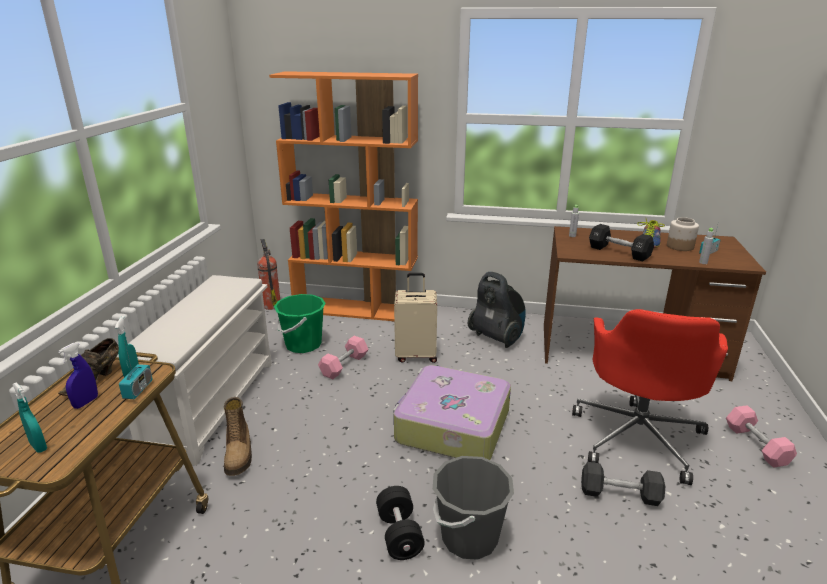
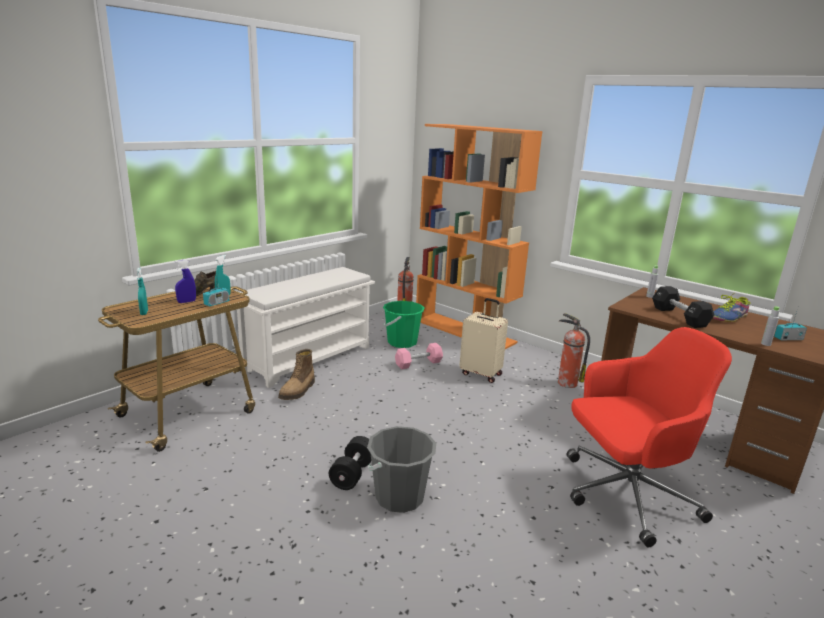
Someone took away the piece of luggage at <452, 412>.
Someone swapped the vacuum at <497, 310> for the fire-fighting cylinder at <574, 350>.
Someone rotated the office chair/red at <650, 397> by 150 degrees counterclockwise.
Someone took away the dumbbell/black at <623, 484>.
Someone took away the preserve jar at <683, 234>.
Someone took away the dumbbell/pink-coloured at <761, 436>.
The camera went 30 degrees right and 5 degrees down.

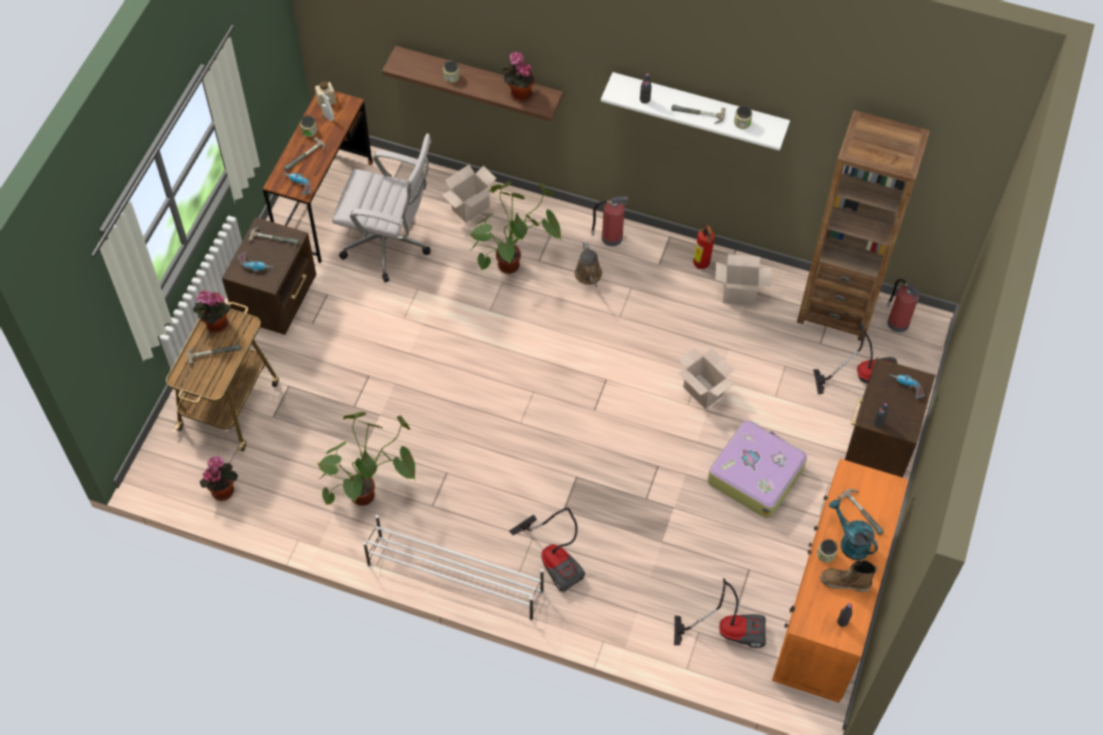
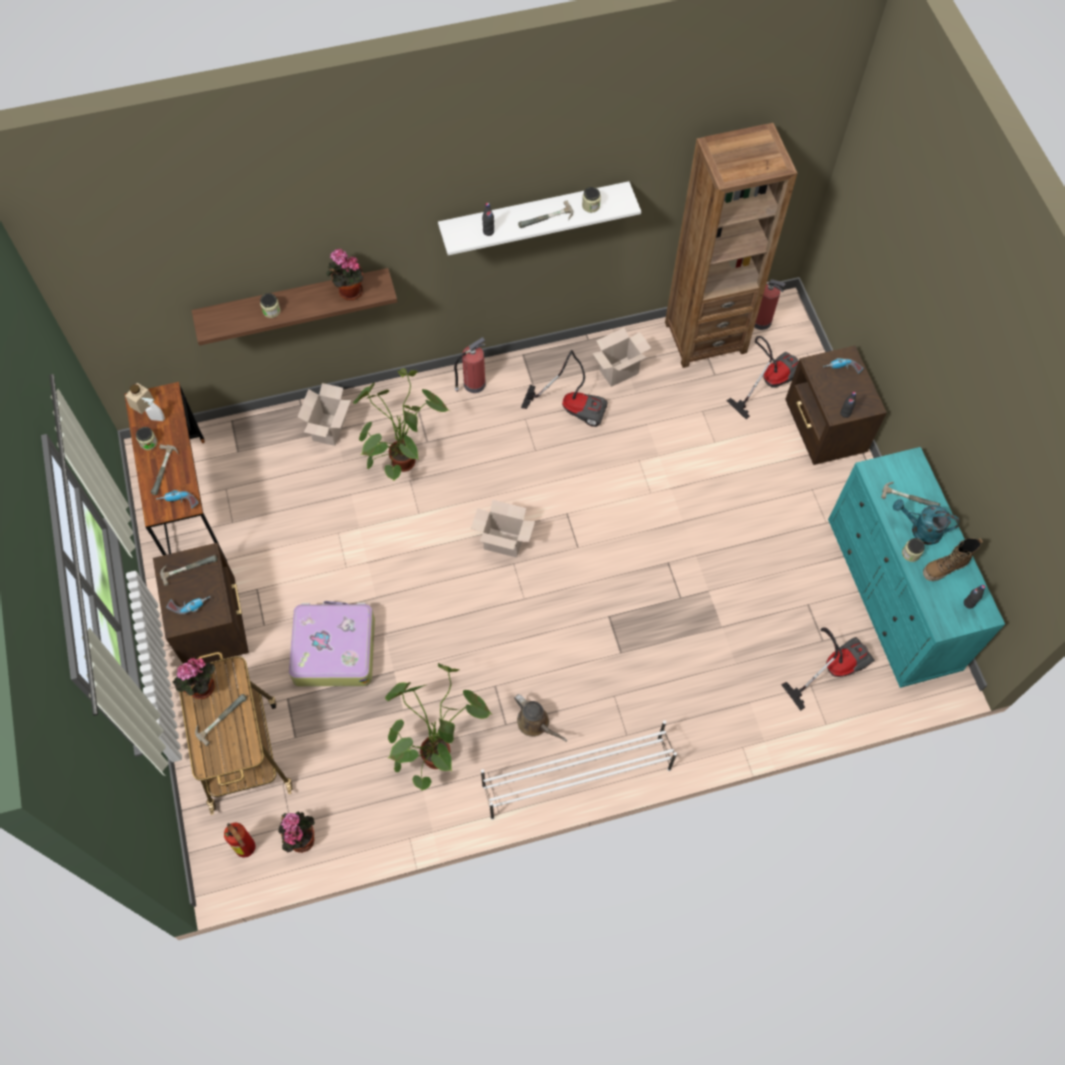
Someone took away the office chair/whitish at <381, 207>.
Someone carried the vacuum from <547, 550> to <564, 388>.
Someone carried the watering can/brown from <588, 264> to <541, 718>.
Someone carried the packing box from <706, 378> to <503, 529>.
Someone carried the fire-fighting cylinder from <705, 246> to <239, 840>.
Someone carried the piece of luggage from <757, 469> to <332, 643>.
Someone repainted the chest of drawers/orange-coloured at <840, 581>, which became the chest of drawers/turquoise at <916, 567>.
The camera went 35 degrees left and 5 degrees up.

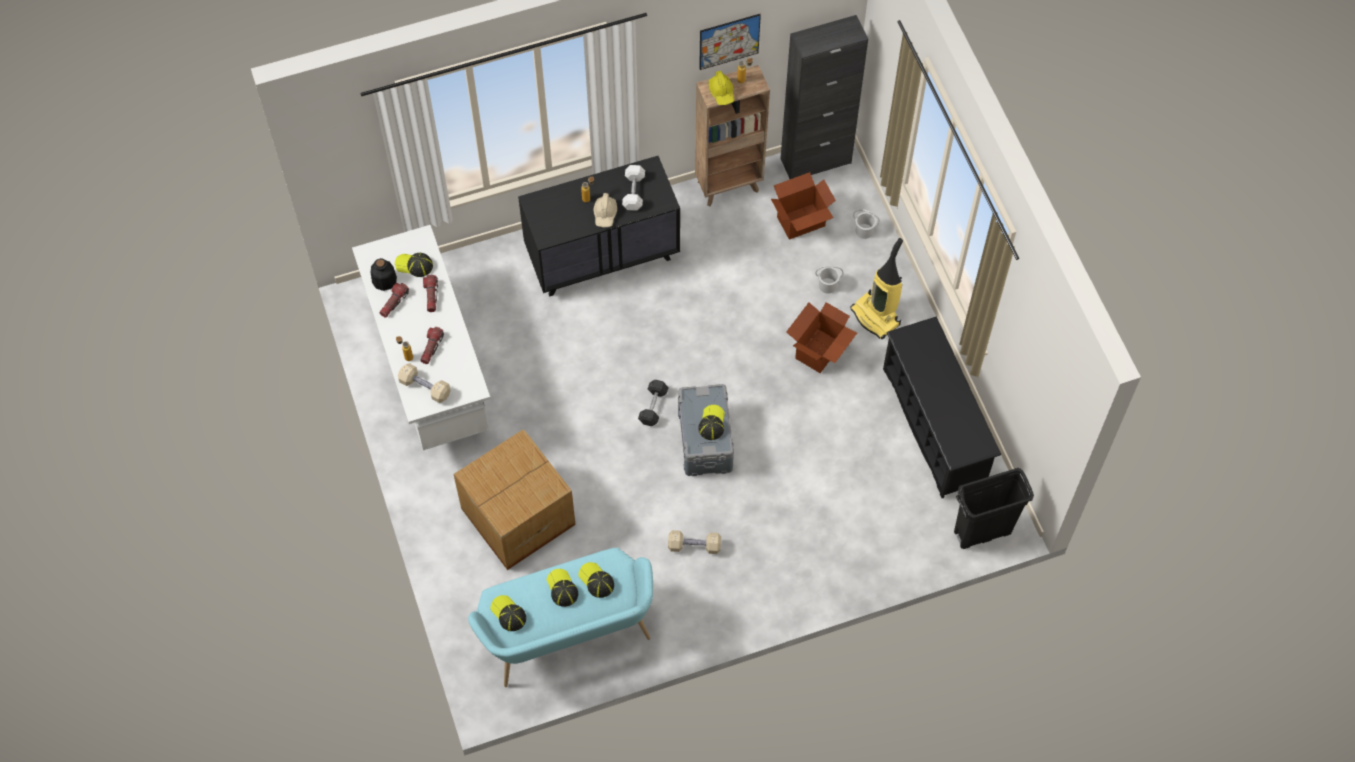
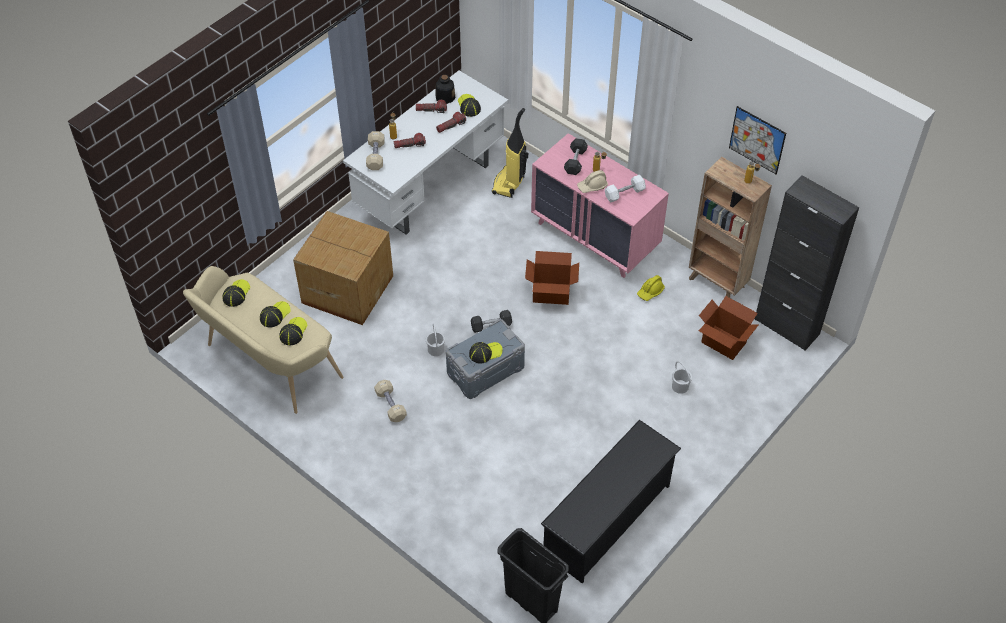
Someone repainted the indoor bench/turquoise at <560, 617>, which became the indoor bench/sand-coloured at <263, 340>.
Someone repainted the chest of drawers/black at <599, 226>, which became the chest of drawers/pink-coloured at <600, 205>.
Someone carried the safety helmet/yellow-coloured from <721, 88> to <651, 288>.
Someone carried the packing box from <821, 337> to <552, 278>.
Someone carried the vacuum from <876, 288> to <510, 153>.
Someone carried the bucket/whitish from <866, 224> to <435, 339>.
Someone put down the dumbbell/gray at <576, 156>.
The camera went 60 degrees right and 10 degrees down.

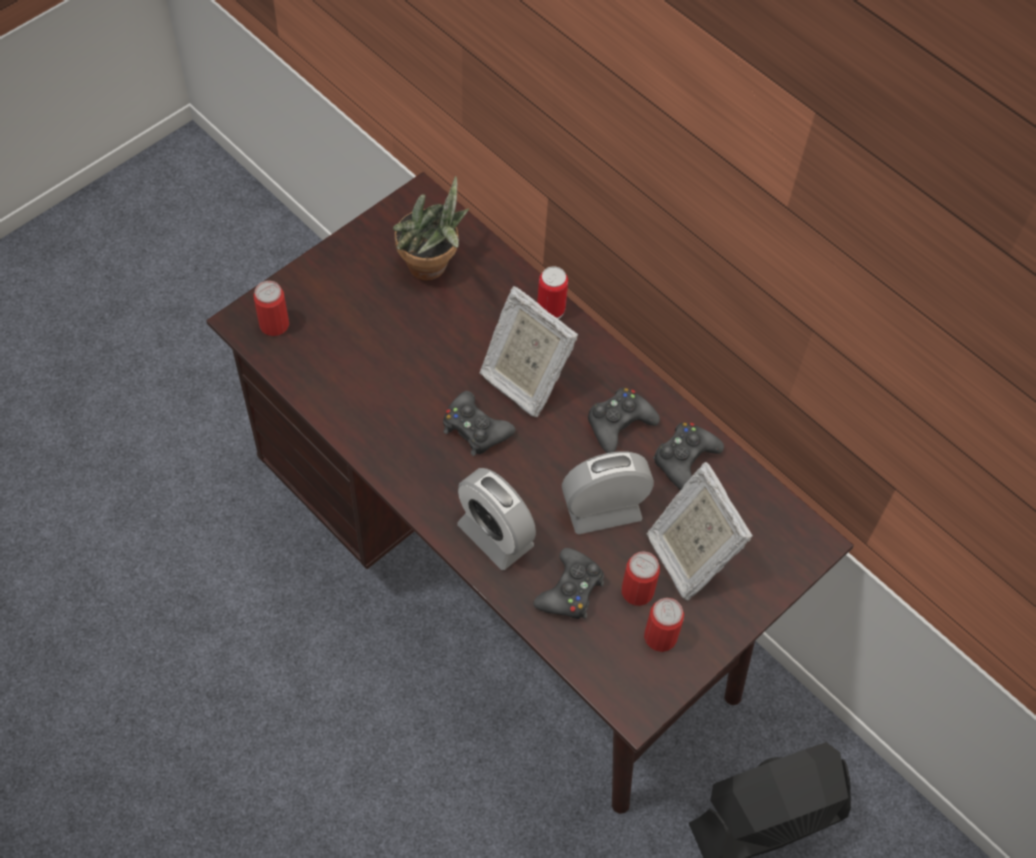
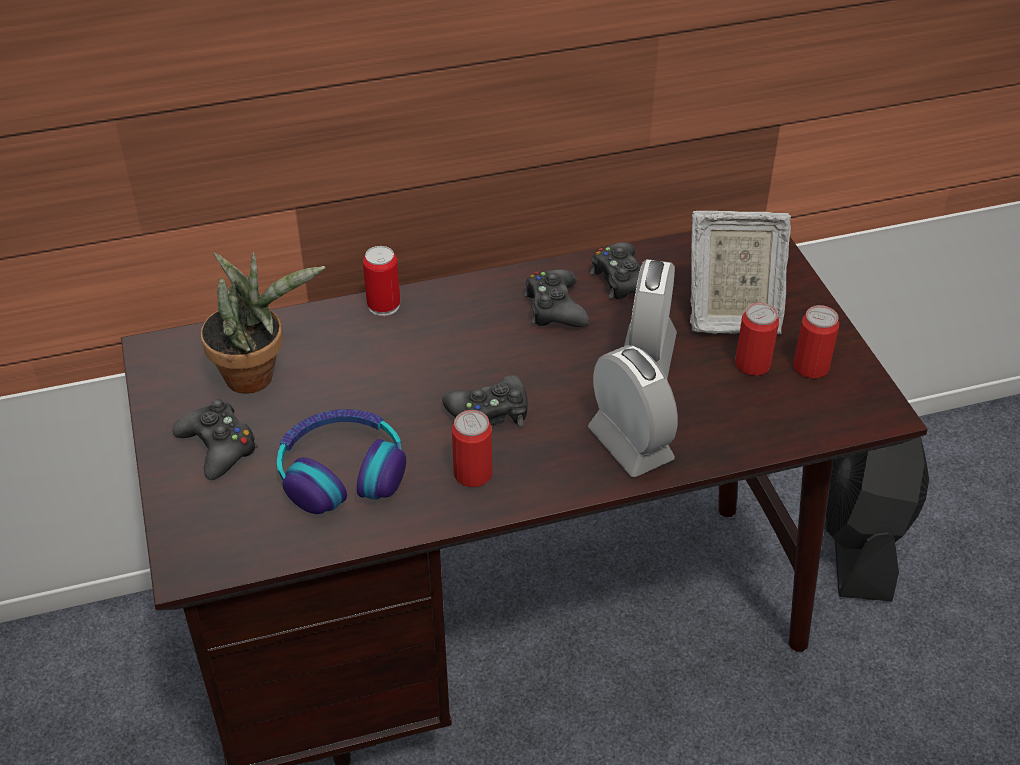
Someone carried the metal can from <271, 308> to <472, 448>.
Someone rotated the table clock at <496, 519> by 105 degrees counterclockwise.
Someone took away the photo frame at <529, 351>.
Someone carried the joypad/black from <568, 583> to <215, 439>.
Someone put down the pair of headphones at <341, 461>.
The camera went 60 degrees left and 15 degrees down.

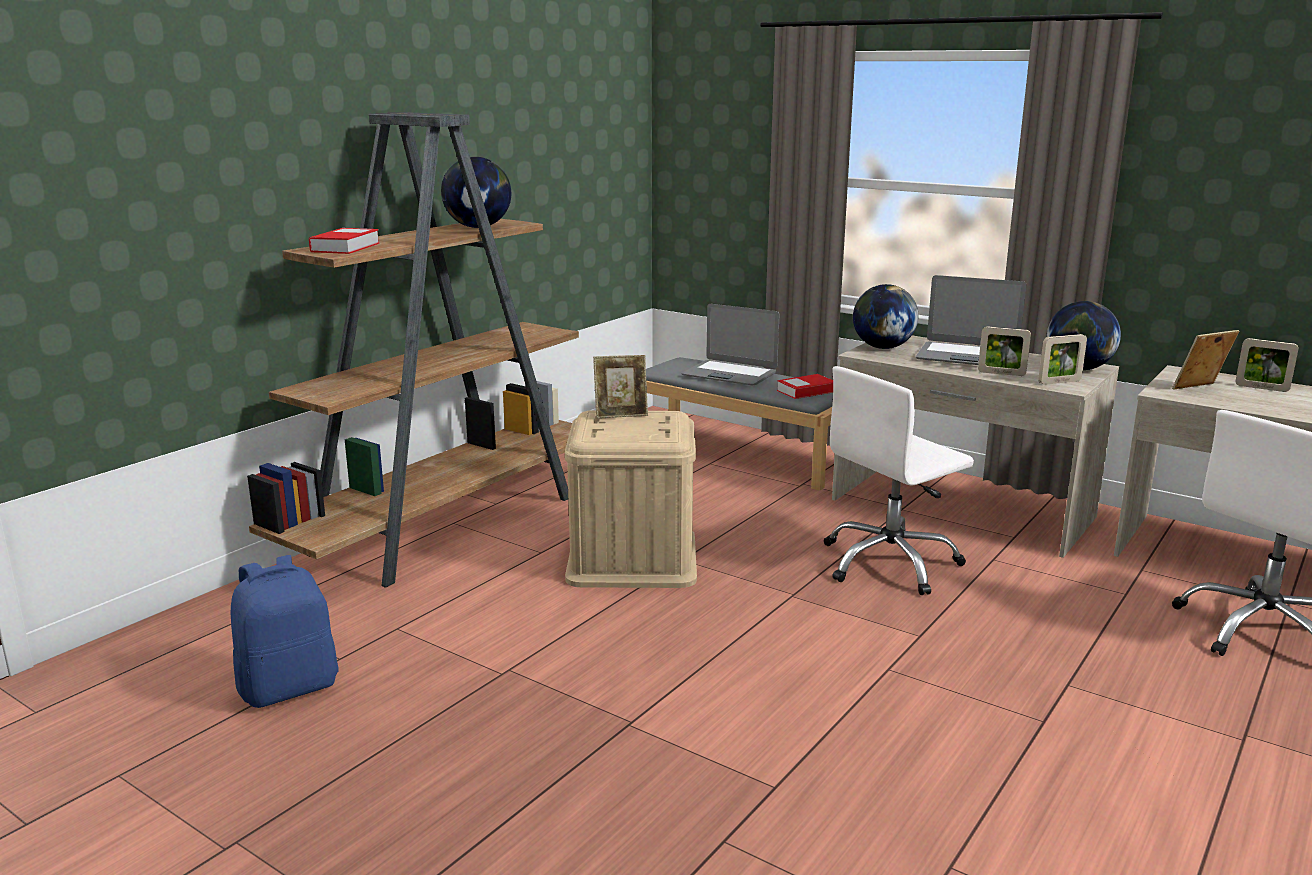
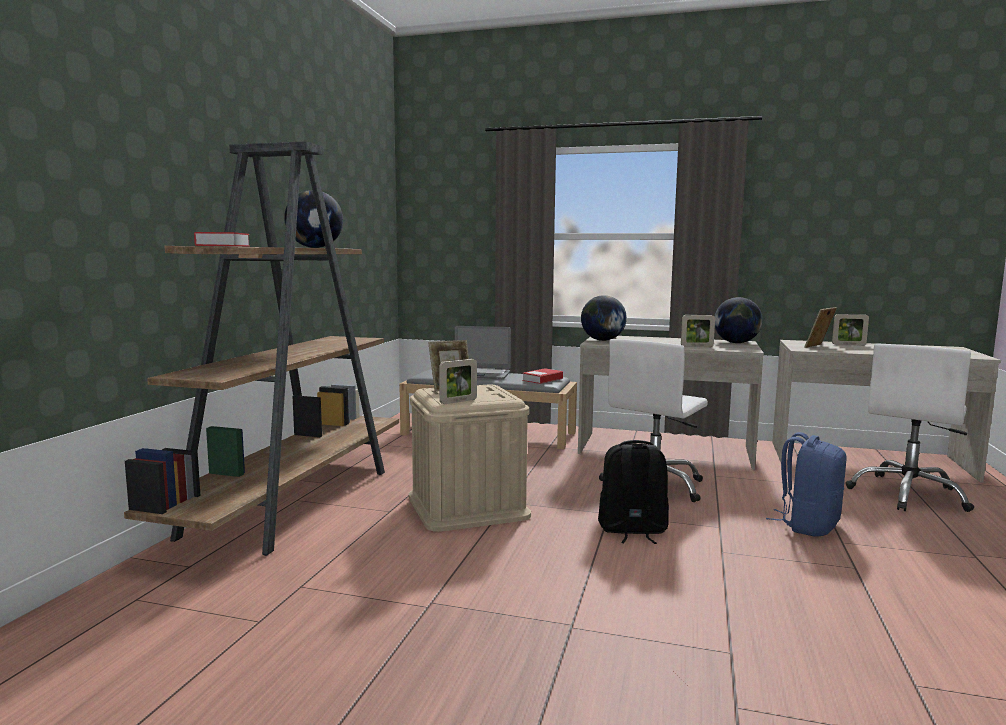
Someone carried the knapsack/blue from <285, 631> to <806, 484>.
Someone took away the portable computer at <971, 320>.
Someone carried the photo frame from <1062, 359> to <458, 381>.
Someone put down the knapsack/black at <633, 492>.
The camera went 20 degrees left and 10 degrees down.

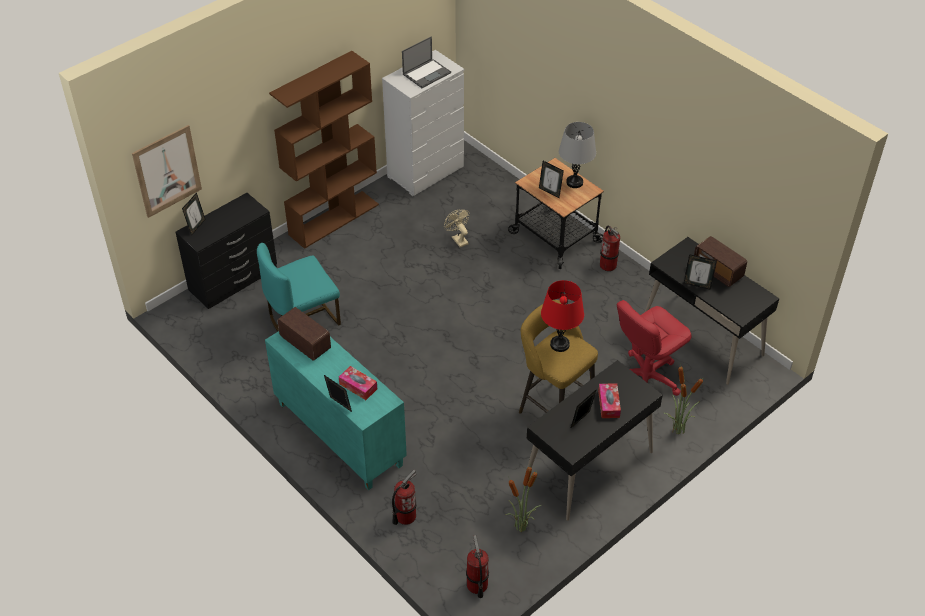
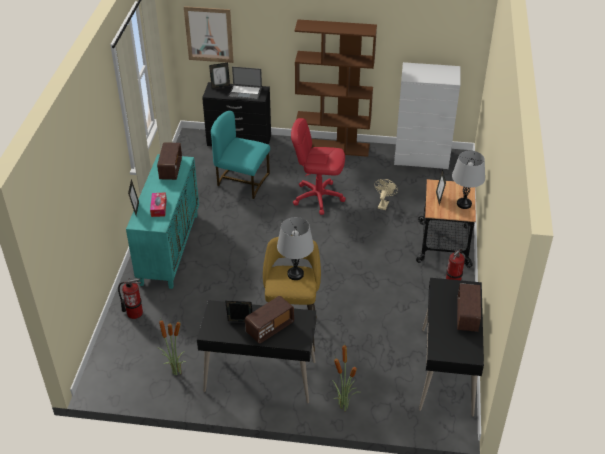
Someone carried the portable computer from <426, 62> to <245, 83>.
Someone took away the fire-fighting cylinder at <477, 566>.
Someone repainted the tabletop lamp/red at <562, 316>, which became the tabletop lamp/gray at <295, 248>.
Someone swapped the box of tissues at <609, 400> for the radio at <269, 320>.
Someone carried the office chair/red from <654, 348> to <318, 166>.
Someone took away the photo frame at <700, 272>.
The camera went 50 degrees right and 5 degrees down.

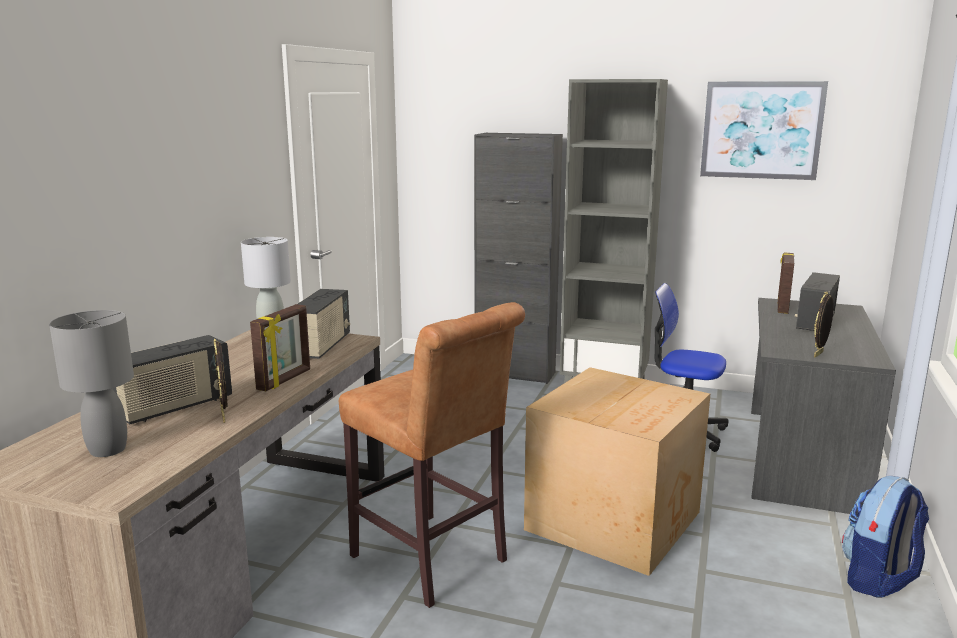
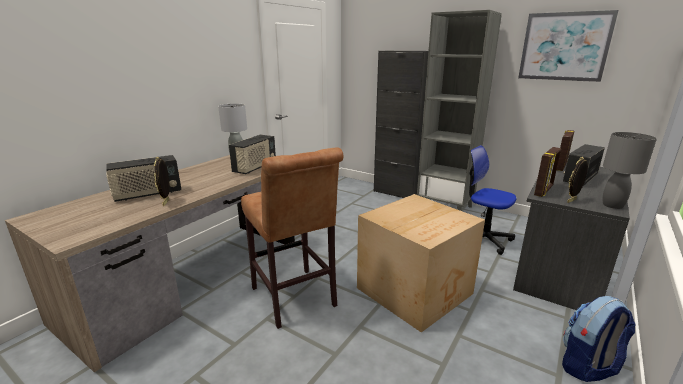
Someone carried the tabletop lamp/gray from <91, 383> to <630, 170>.
Someone carried the photo frame from <280, 347> to <547, 172>.
The camera went 15 degrees right and 5 degrees up.

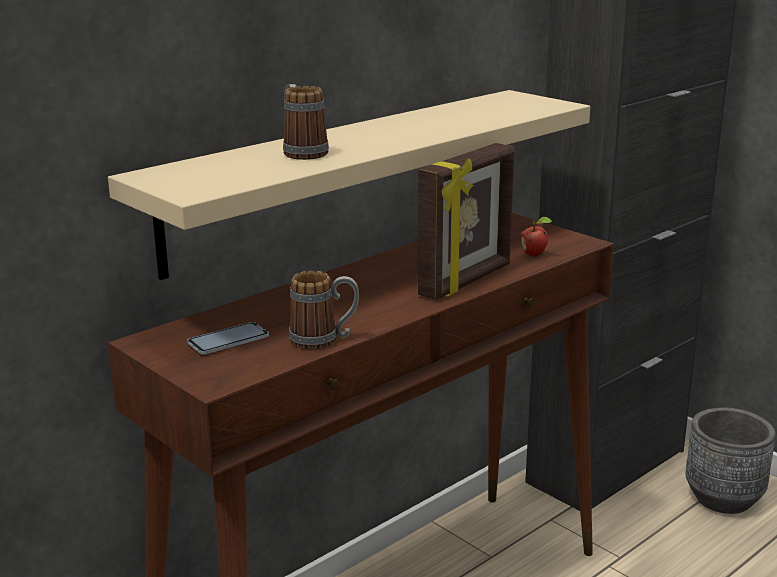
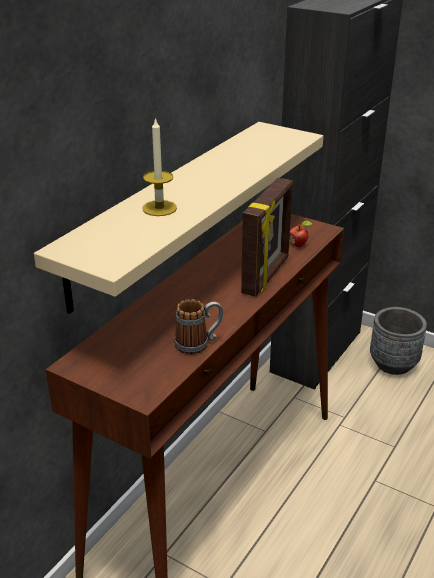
Someone took away the telephone at <228, 338>.
Someone swapped the coffee mug at <306, 122> for the candle at <159, 166>.
The camera went 15 degrees left and 10 degrees up.

